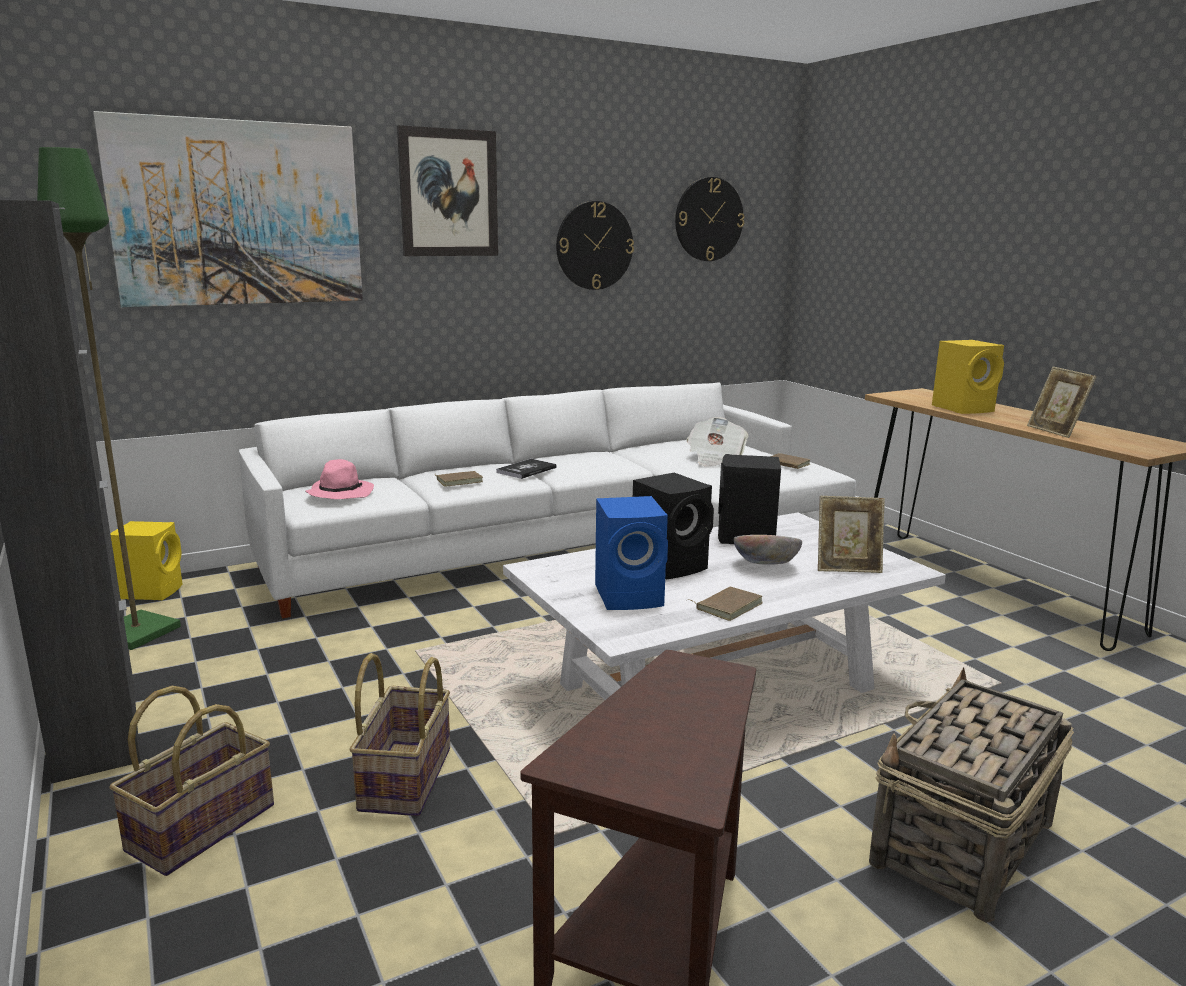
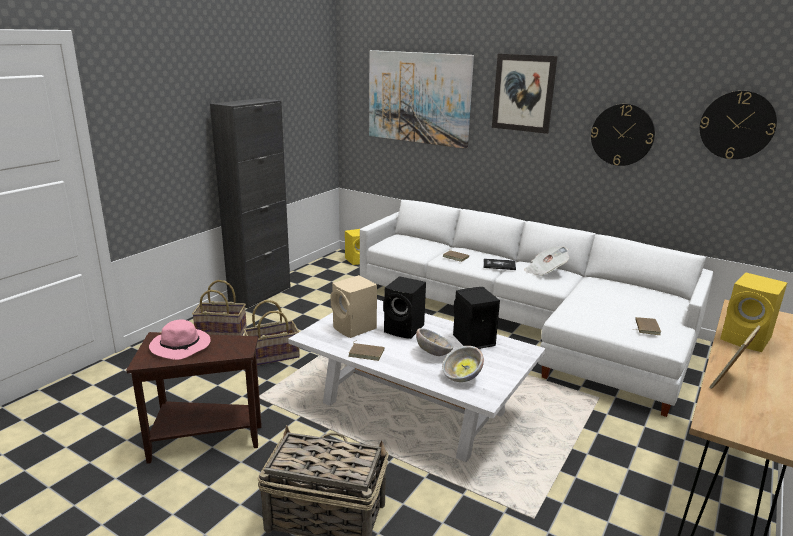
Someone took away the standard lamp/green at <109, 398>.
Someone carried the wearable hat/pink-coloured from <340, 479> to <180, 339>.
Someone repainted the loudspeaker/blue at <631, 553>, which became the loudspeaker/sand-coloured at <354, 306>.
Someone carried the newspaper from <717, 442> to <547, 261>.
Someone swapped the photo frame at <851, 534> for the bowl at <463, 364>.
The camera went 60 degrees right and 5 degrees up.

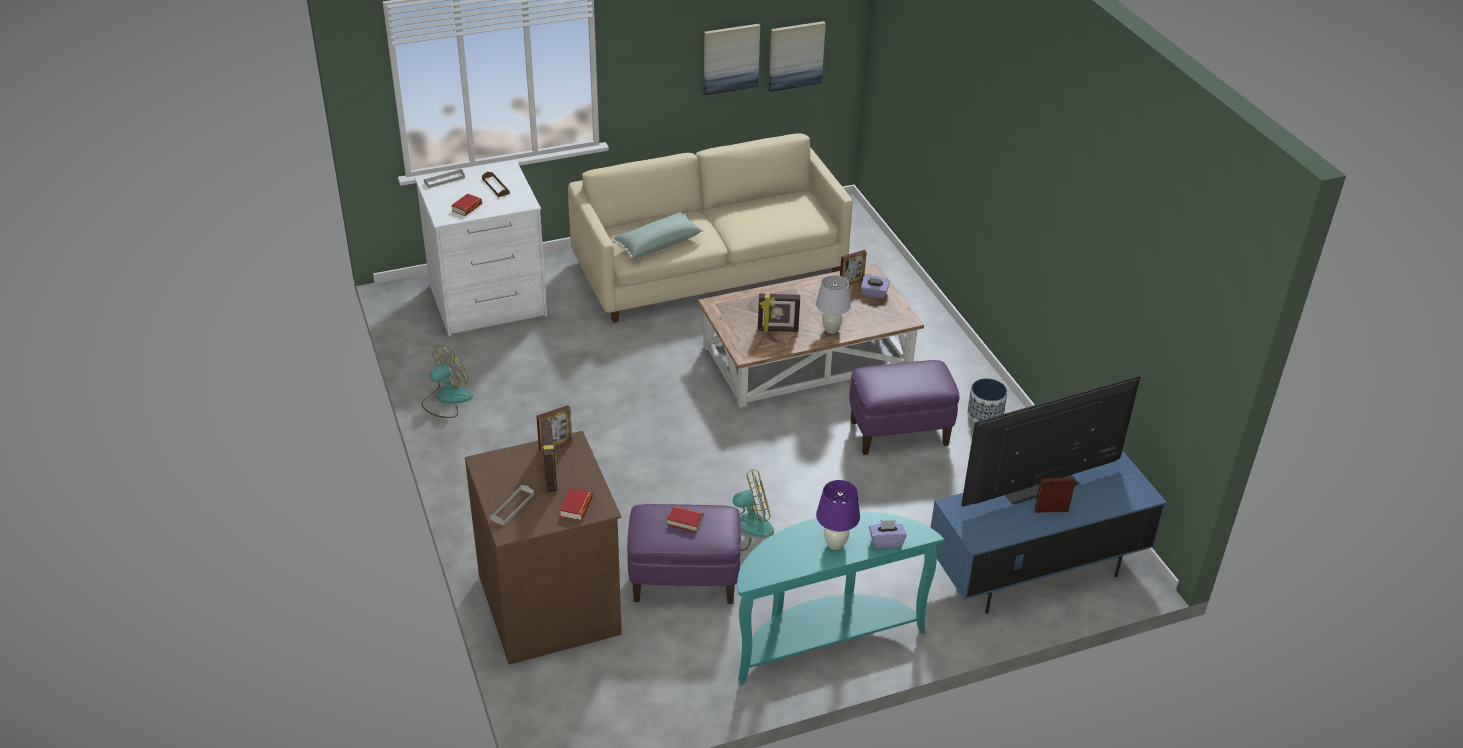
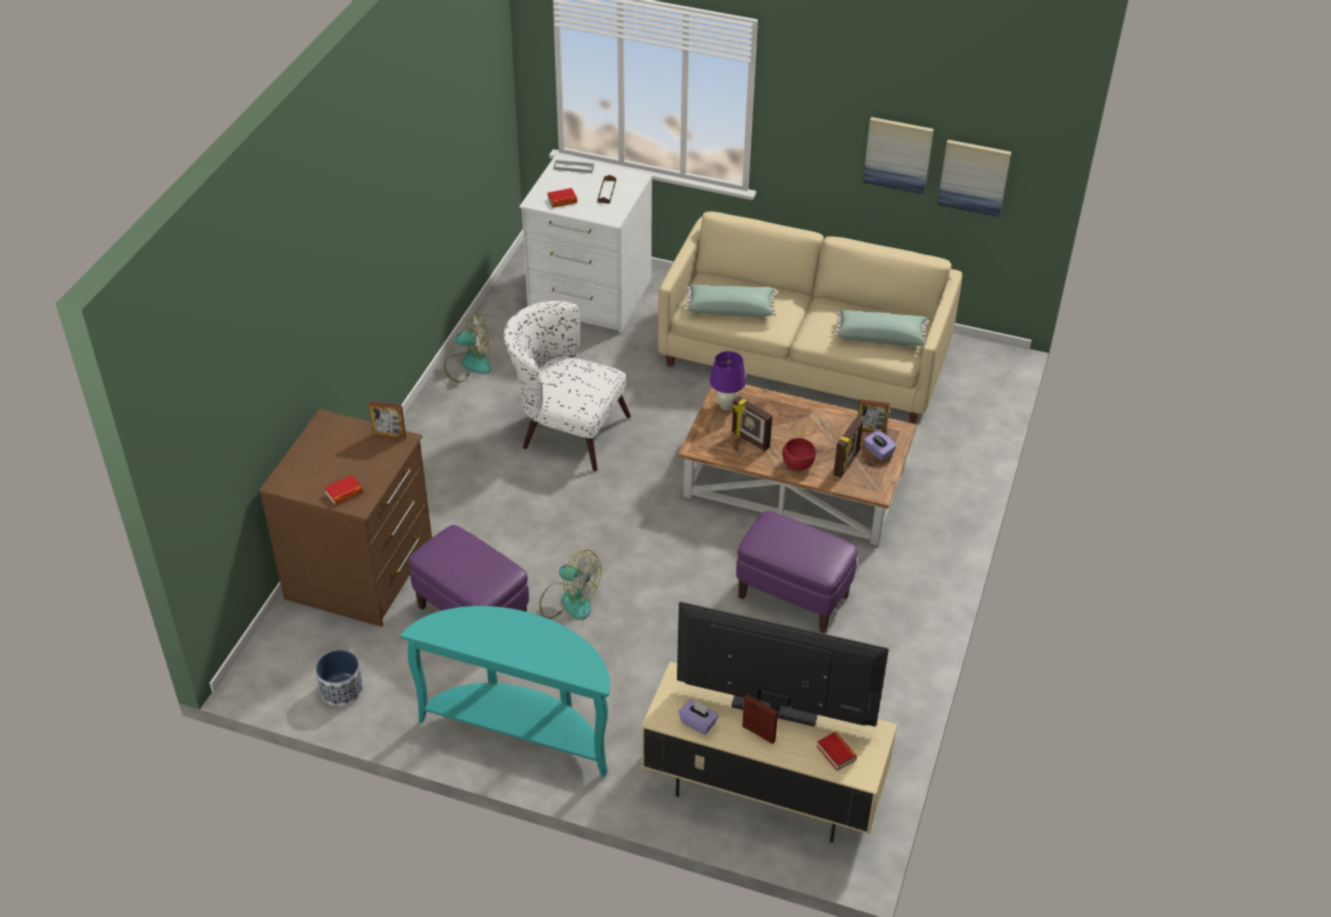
Someone took away the serving tray/gray at <512, 505>.
Someone carried the photo frame from <549, 457> to <848, 447>.
Someone carried the bound book from <685, 519> to <837, 751>.
Someone swapped the tabletop lamp/whitish at <833, 304> for the bowl/red at <799, 454>.
Someone carried the tabletop lamp/purplish from <838, 515> to <728, 380>.
Someone carried the box of tissues/purplish from <888, 534> to <699, 717>.
Someone repainted the tv unit/blue at <1049, 533>, which became the tv unit/sand-coloured at <769, 752>.
Someone carried the flower pot from <987, 400> to <339, 678>.
Someone put down the lounge chair/whitish at <567, 386>.
Someone put down the throw pillow/green at <881, 328>.
The camera went 40 degrees right and 5 degrees up.

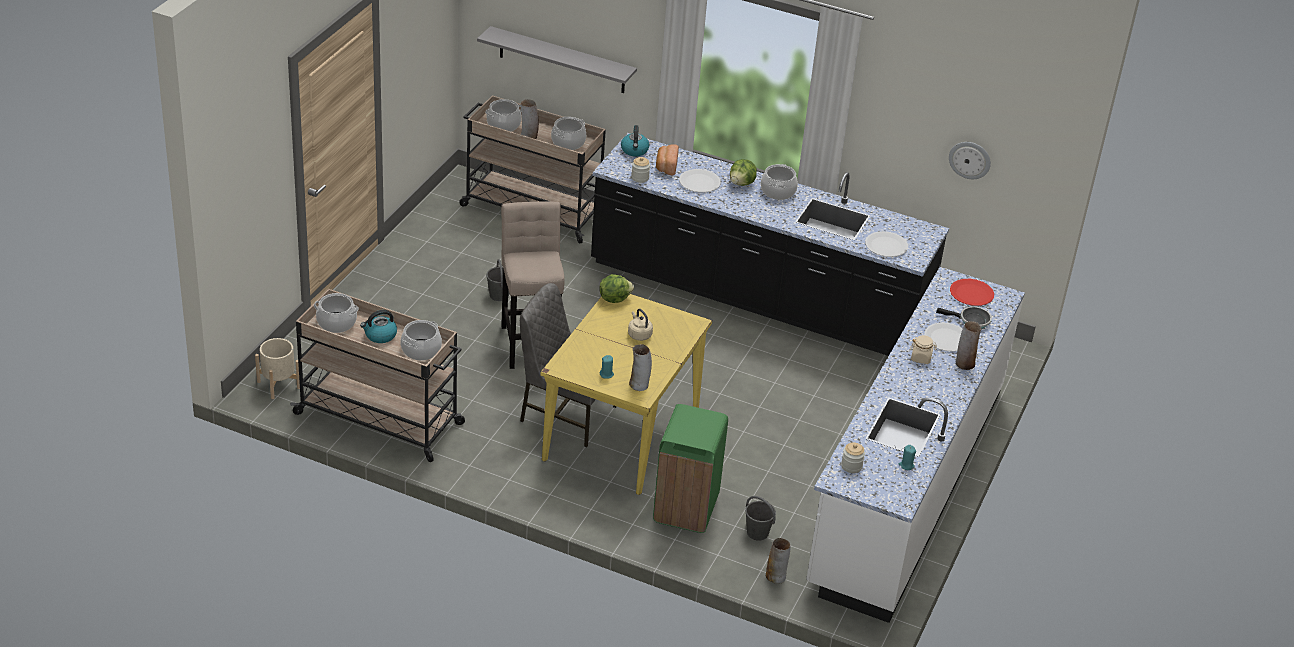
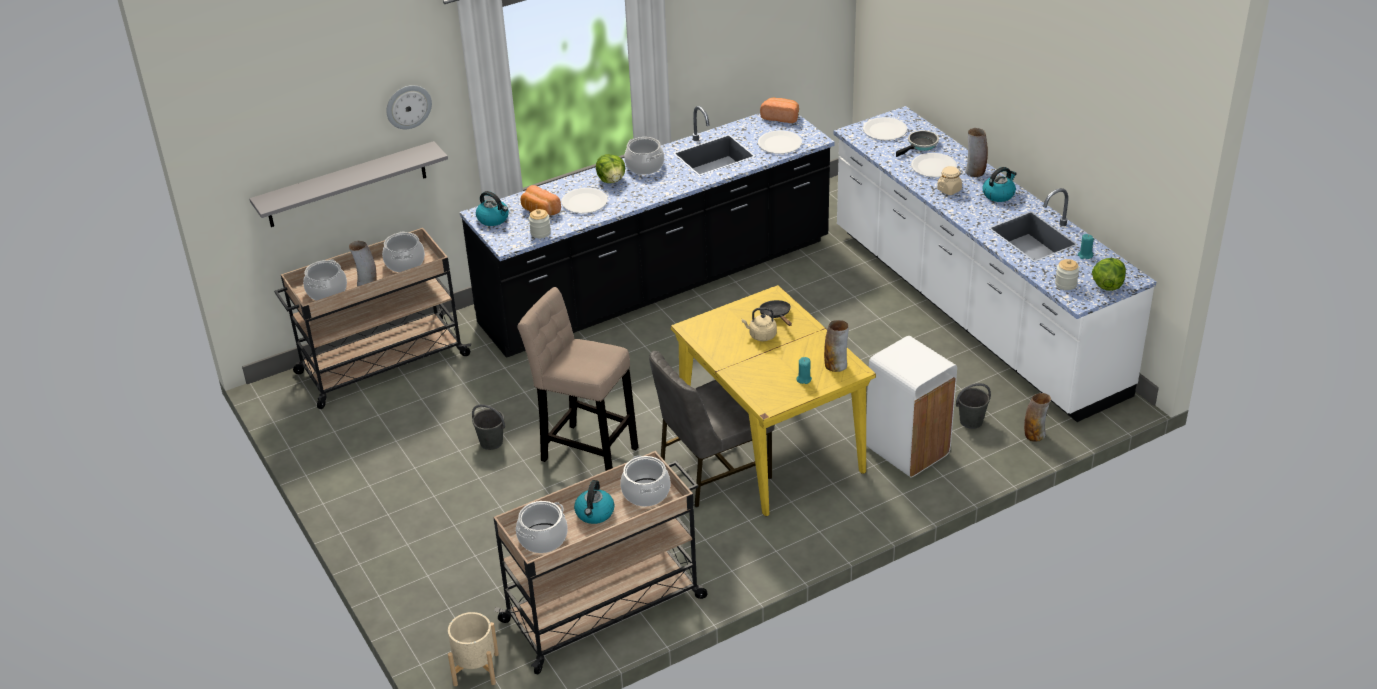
Someone carried the head of lettuce from <616, 288> to <1109, 274>.
Someone repainted the trash can/green at <690, 468>, which became the trash can/whitish at <911, 406>.
Someone carried the wall clock from <970, 160> to <409, 107>.
Someone repainted the flat dish/red at <972, 292>, which became the flat dish/whitish at <885, 128>.
Someone put down the pan/black at <775, 313>.
Someone put down the bakery bread at <779, 110>.
Someone put down the water kettle at <999, 184>.
The camera went 50 degrees left and 0 degrees up.

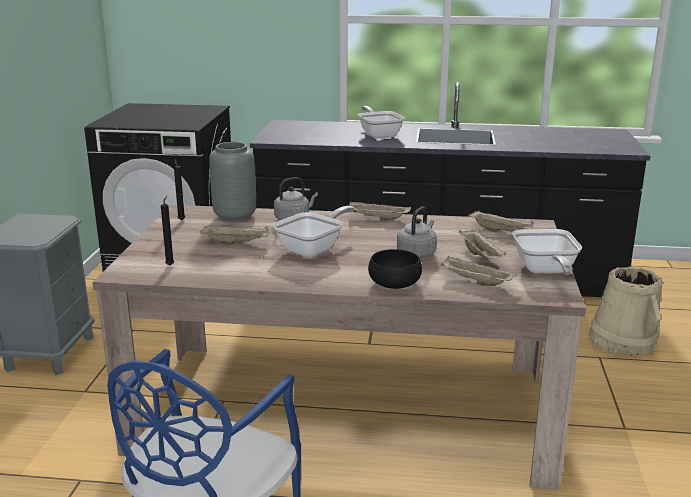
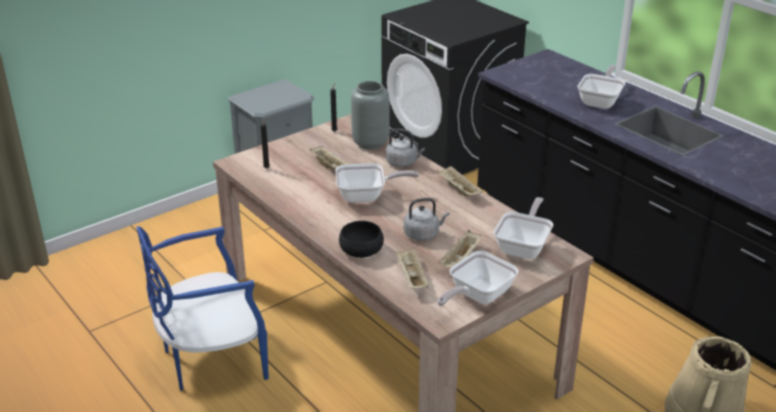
Someone swapped the serving tray/sand-coloured at <501, 221> for the pan at <523, 228>.
The camera went 45 degrees right and 10 degrees up.

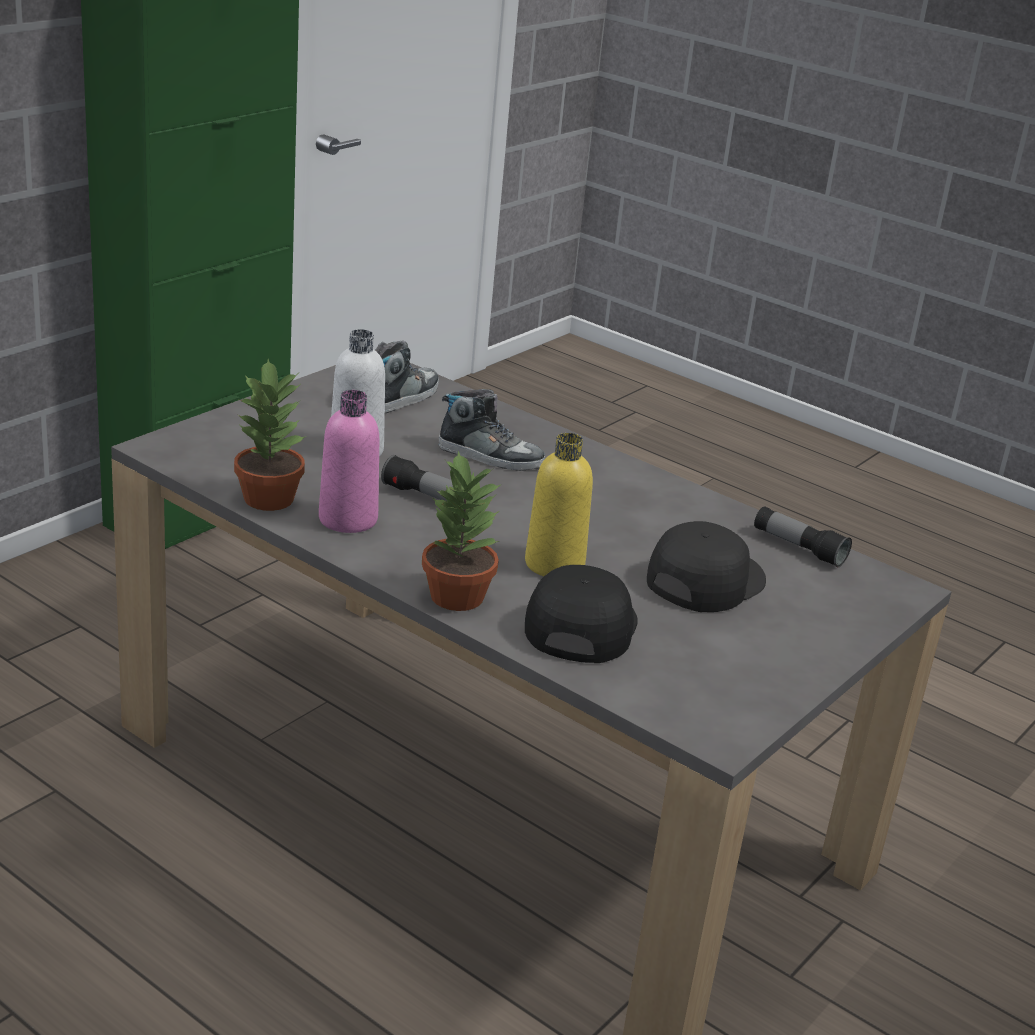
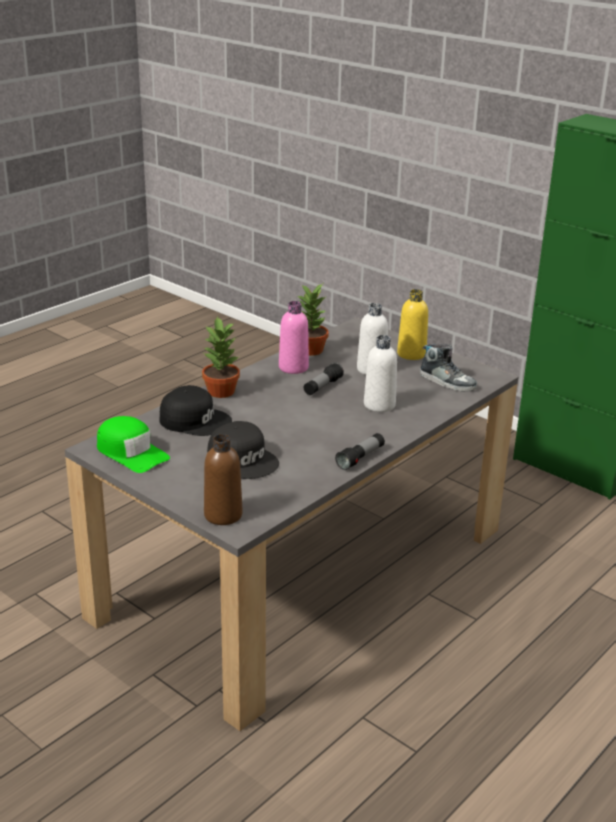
Someone swapped the item of footwear at <492, 430> for the drink bottle/whitish at <380, 373>.
Someone carried the drink bottle/yellow-coloured from <559, 504> to <412, 324>.
Someone carried the torch from <803, 537> to <360, 451>.
Someone put down the peaked cap/green at <133, 444>.
Someone put down the drink bottle/brown at <223, 479>.
The camera went 95 degrees right and 0 degrees up.

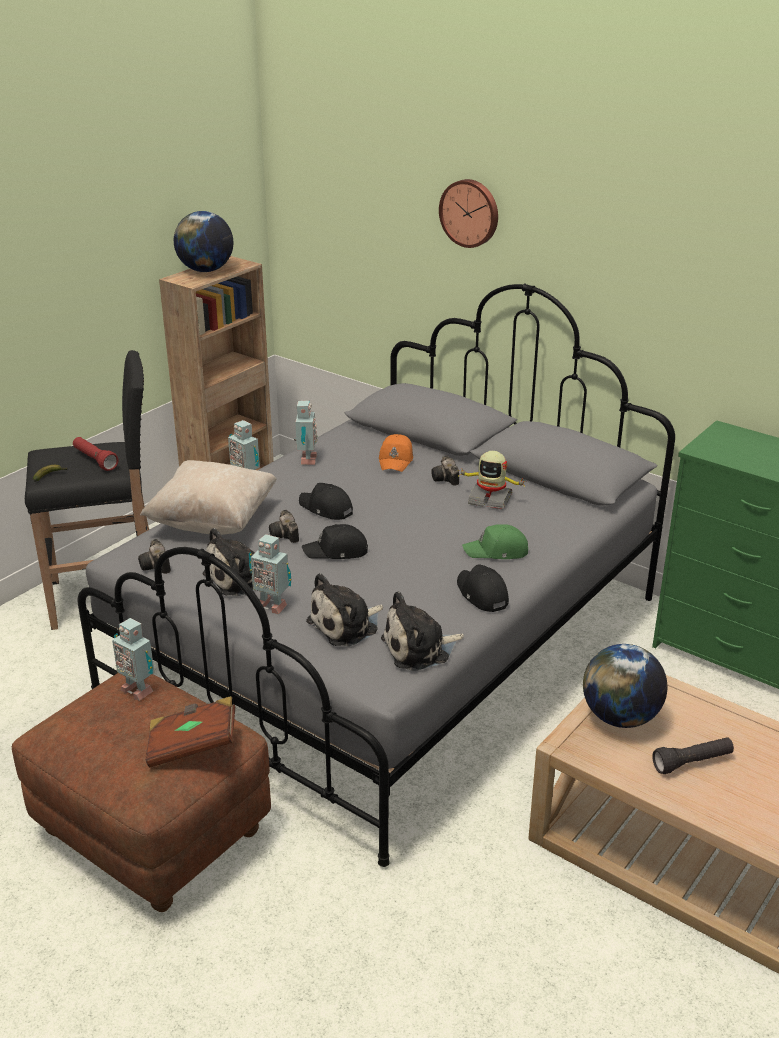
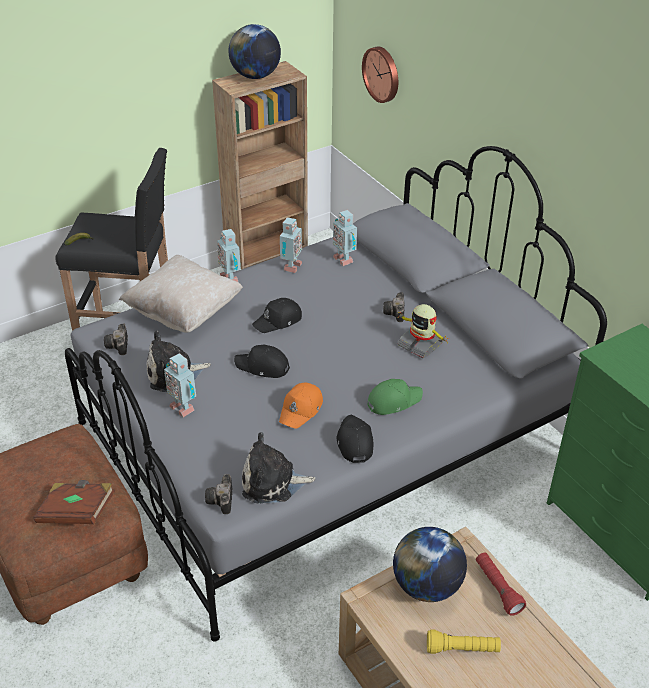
Someone carried the torch/red from <95, 454> to <501, 584>.
Someone carried the toy robot from <133, 659> to <345, 238>.
Someone carried the still camera from <284, 526> to <218, 494>.
Someone rotated the peaked cap/black at <326, 501> by 90 degrees counterclockwise.
Someone took away the cuddly toy at <344, 609>.
Someone carried the peaked cap/orange-coloured from <396, 453> to <301, 406>.
Someone carried the wall clock from <468, 213> to <380, 74>.
Someone rotated the peaked cap/green at <495, 541> by 135 degrees clockwise.
Someone repainted the torch/black at <693, 755>, which became the torch/yellow-coloured at <464, 641>.
The camera went 20 degrees right and 10 degrees up.

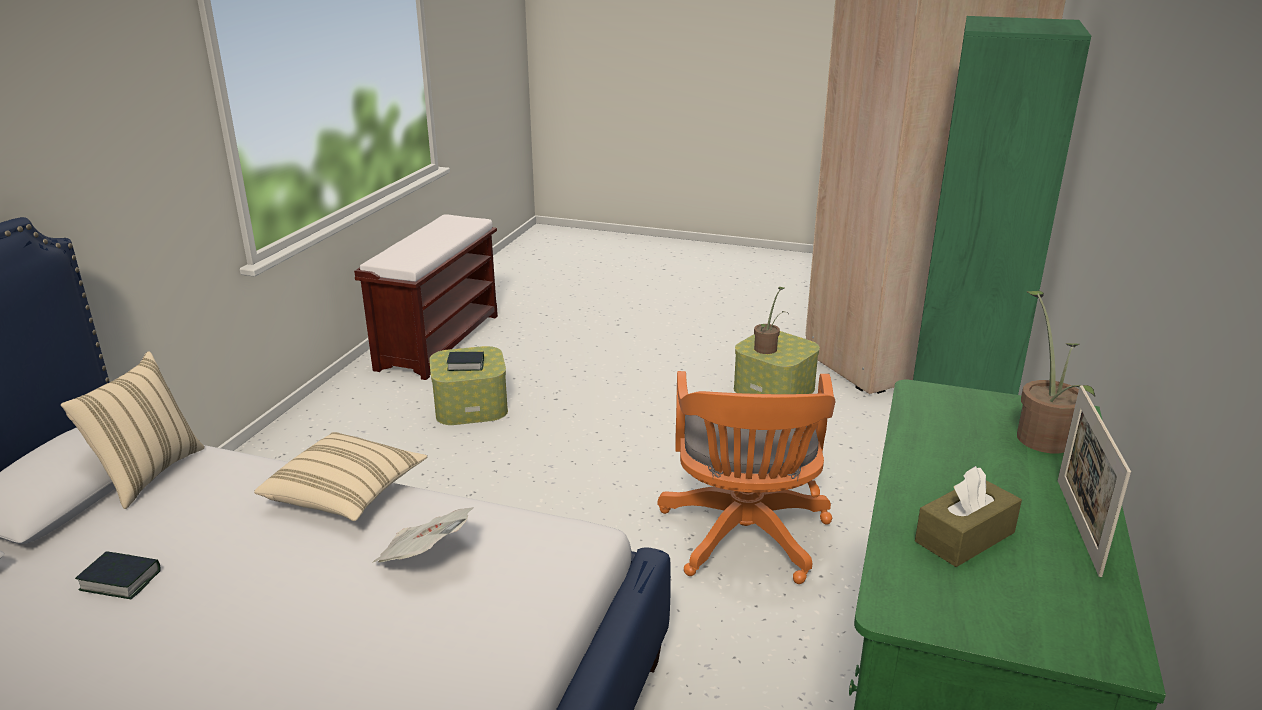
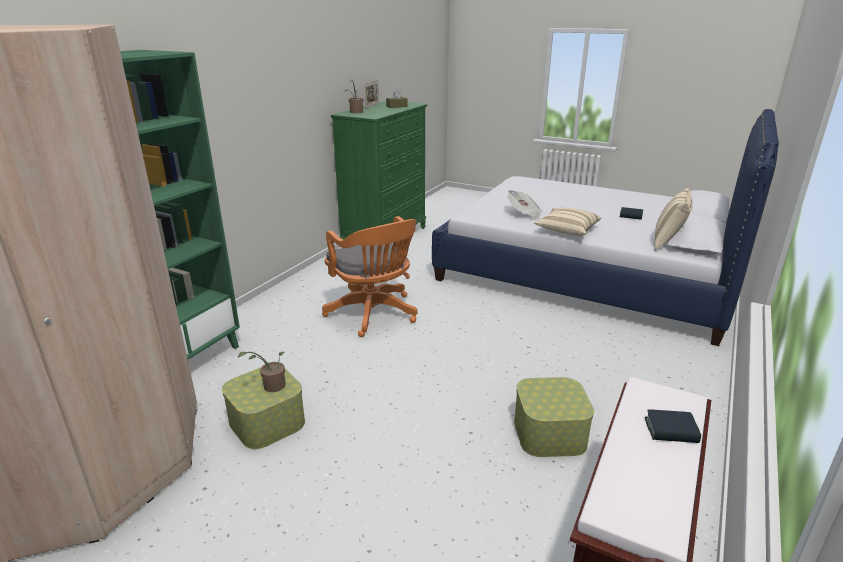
Someone carried the bound book from <465, 361> to <673, 426>.
Someone rotated the office chair/orange-coloured at <746, 477> by 135 degrees clockwise.
The camera went 170 degrees left and 0 degrees up.

